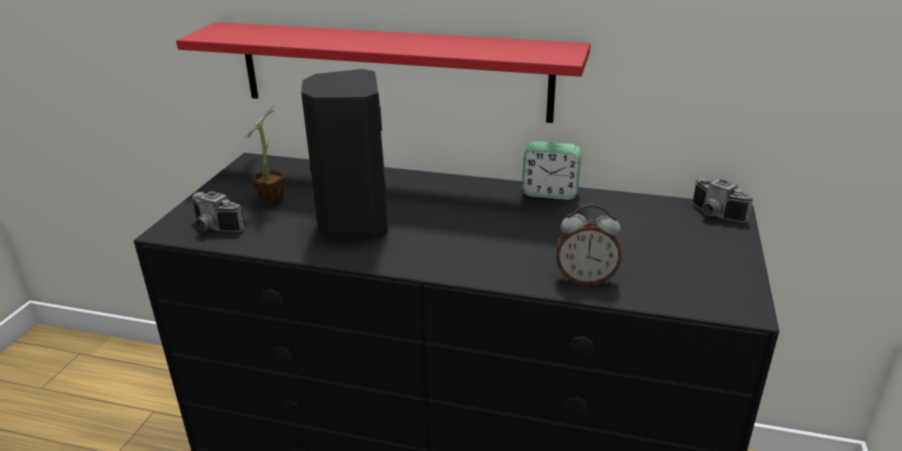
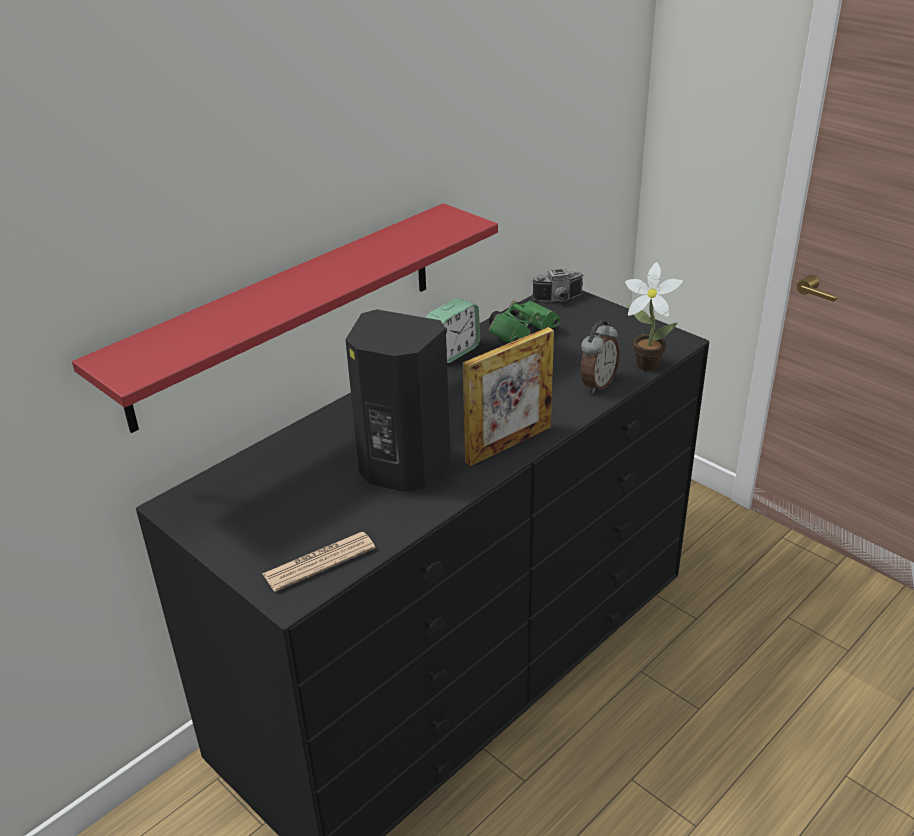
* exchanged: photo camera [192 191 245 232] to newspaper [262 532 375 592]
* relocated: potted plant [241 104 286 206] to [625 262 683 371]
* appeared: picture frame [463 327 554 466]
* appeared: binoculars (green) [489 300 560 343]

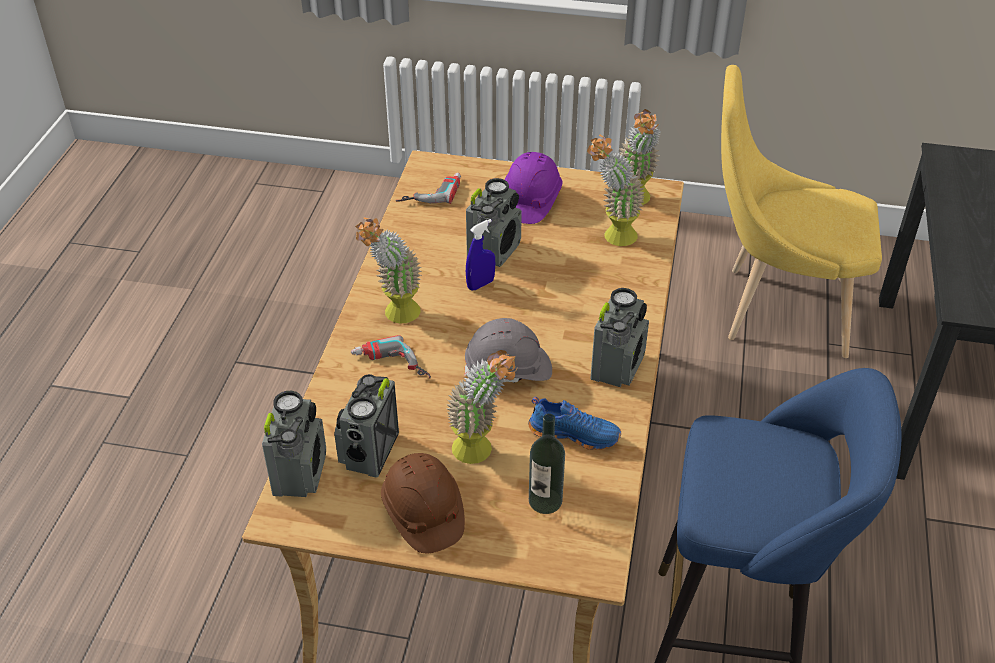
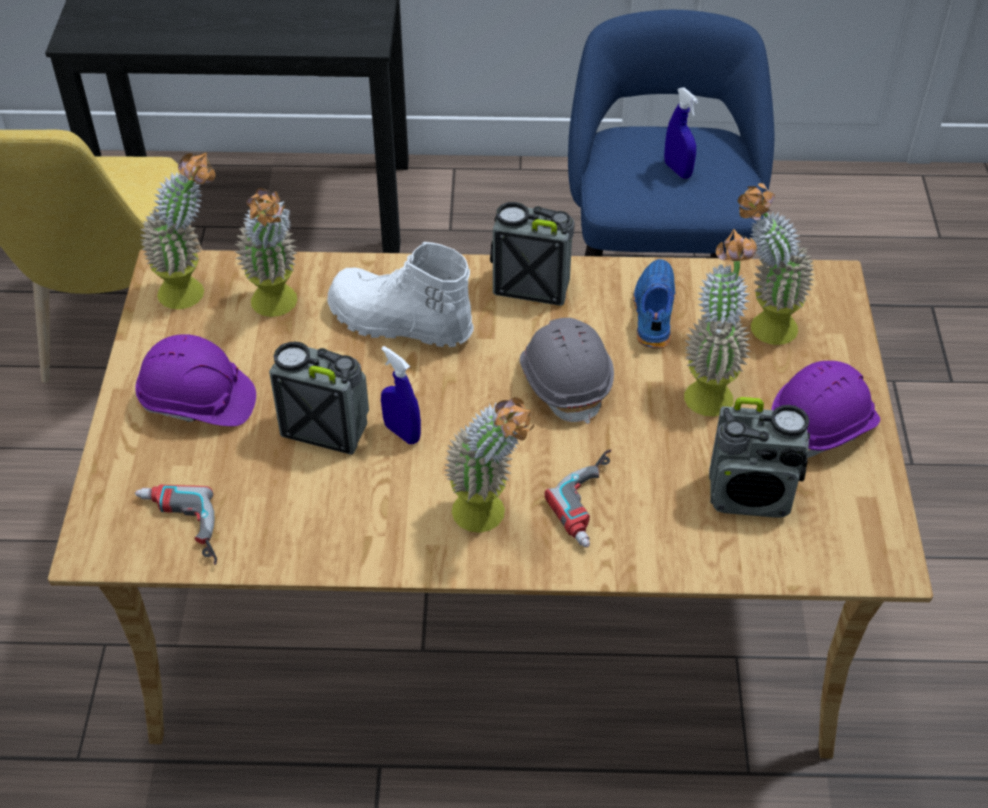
* missing: radio [262 391 326 497]
* colour: hard hat (brown) [381 453 465 553] to hard hat (purple) [772 361 880 458]
* exchanged: bottle [529 413 565 514] to potted plant [738 183 815 345]
* appeared: boot (white) [327 242 474 347]
* appeared: spray bottle (blue) [664 87 699 179]

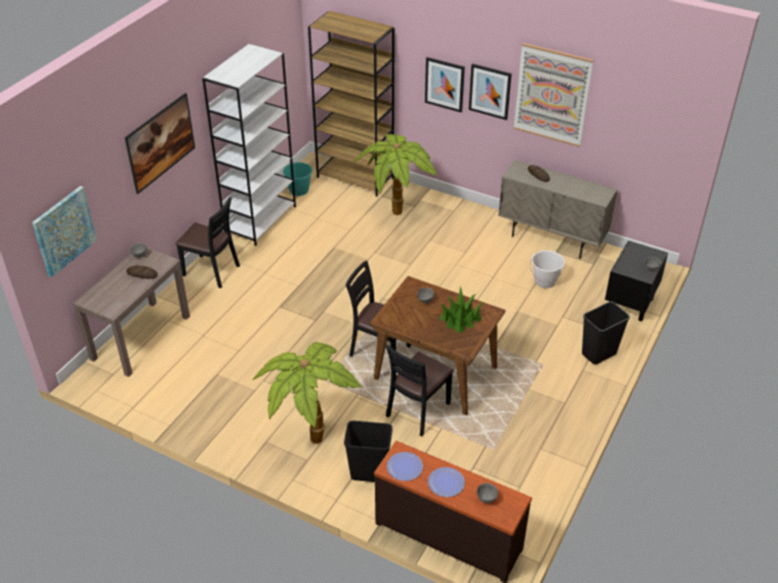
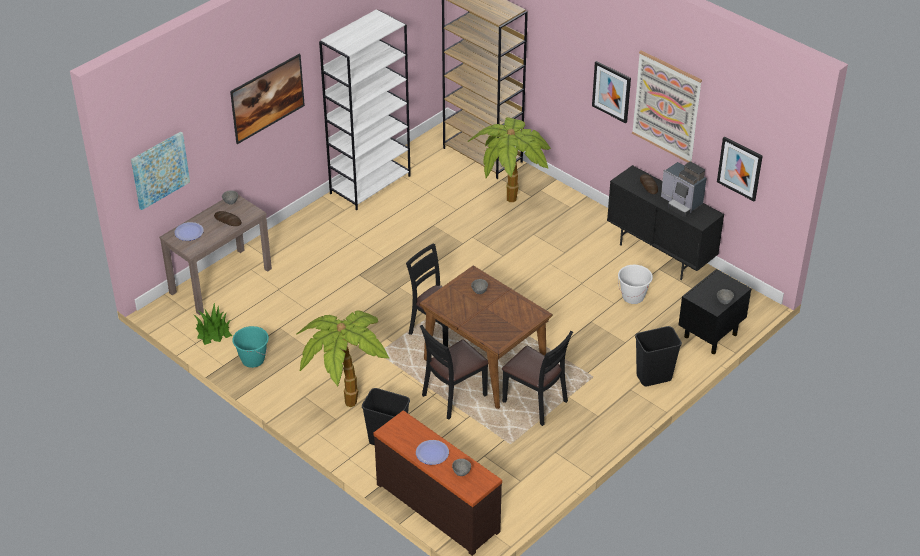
* relocated: chair (black) [175 197 240 289] to [502 331 573 426]
* relocated: bucket (turquoise) [283 162 313 196] to [232 326 269 368]
* relocated: plate [387 452 423 481] to [174 222 204 241]
* relocated: picture [425 57 465 112] to [717 137 762 201]
* relocated: potted plant [440 286 482 334] to [194 303 232 345]
* colour: cabinet (beige) [498 160 618 259] to cabinet (black) [607 165 724 280]
* appeared: coffee machine [661 161 706 217]

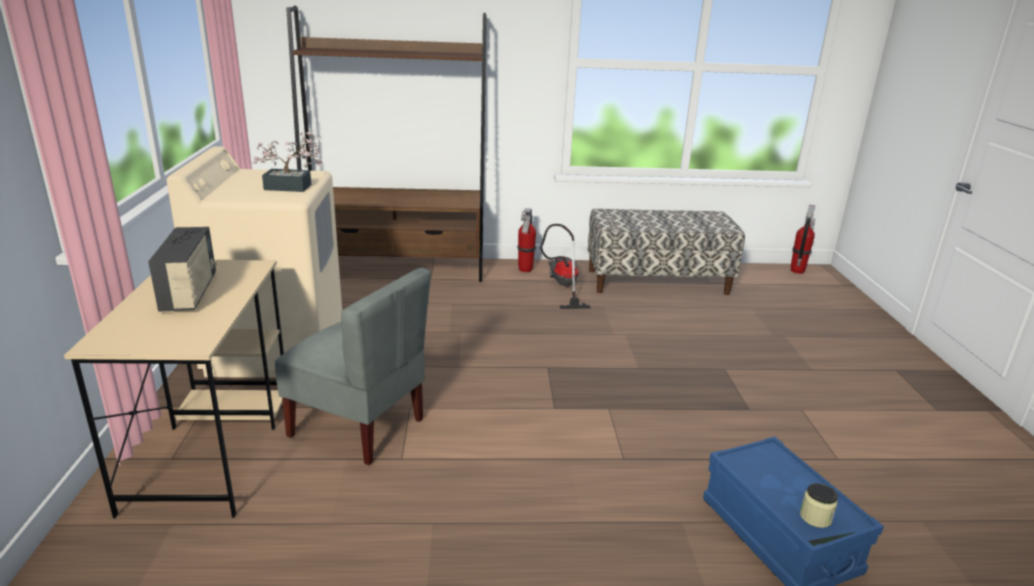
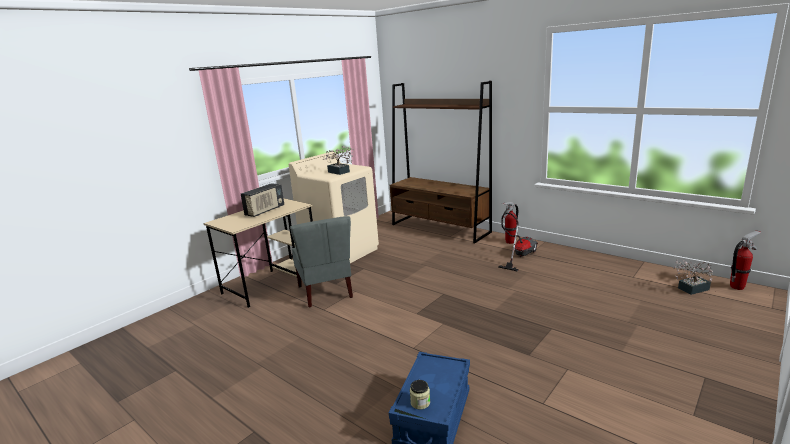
* missing: bench [588 209 745 295]
* appeared: potted plant [674 259 713 295]

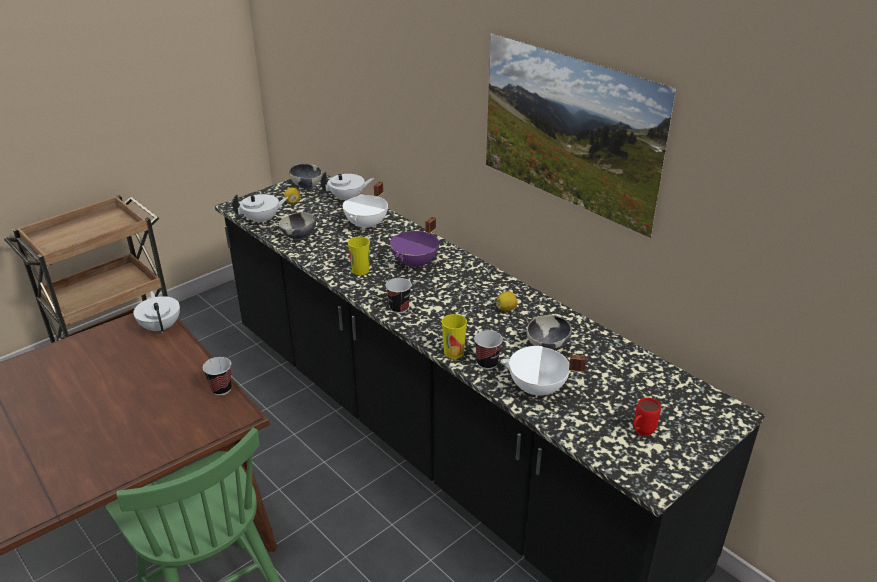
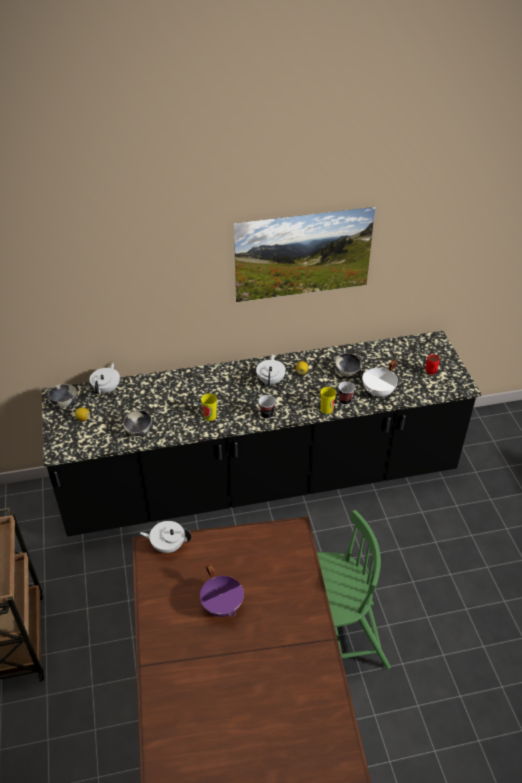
* missing: cup [203 357 232 396]
* relocated: teapot (white) [232 194 289 225] to [256 354 286 386]
* missing: cooking pot (white) [343 181 388 230]
* relocated: cooking pot (purple) [390 217 439 269] to [200 563 244 617]

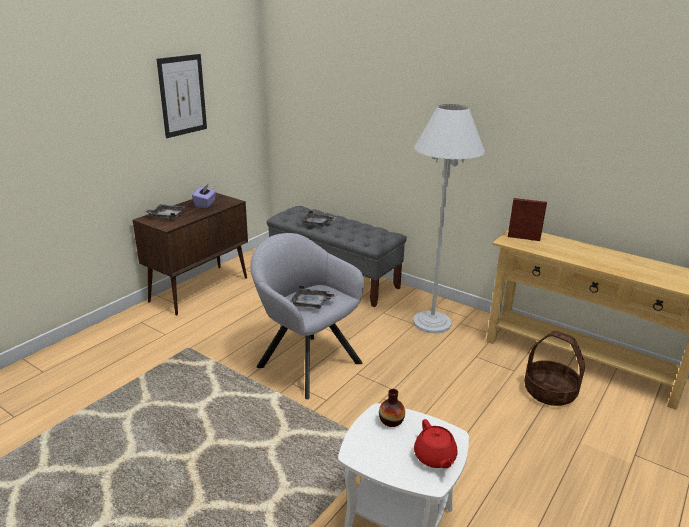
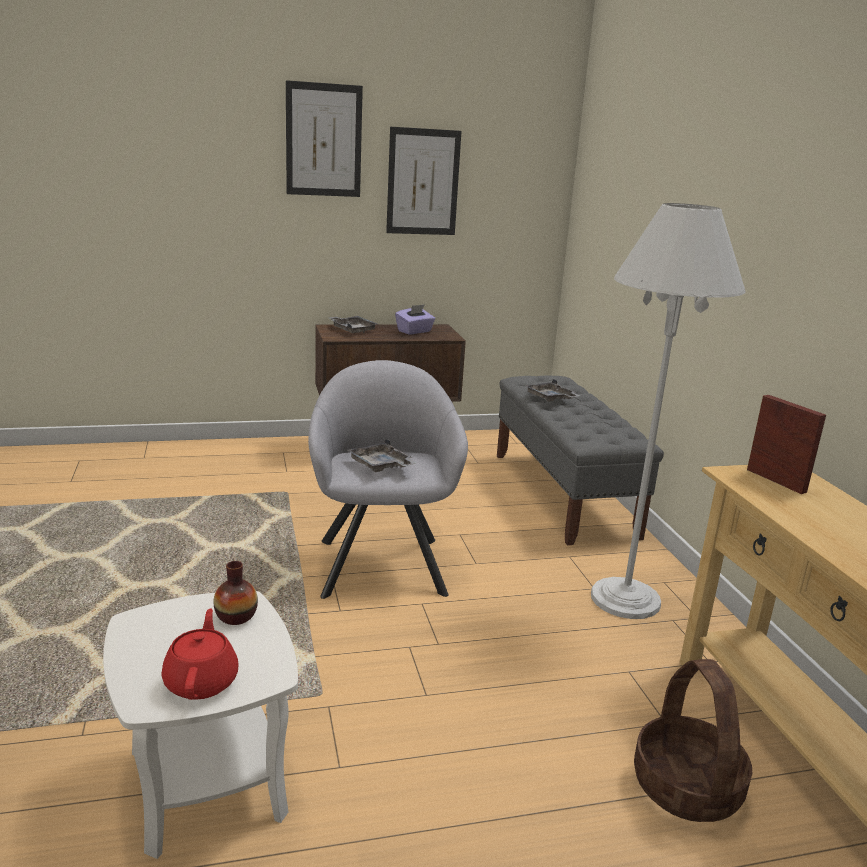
* spun: teapot (red) [414 419 458 468] = [162 608 238 700] 150 degrees clockwise
* appeared: picture [286 80 363 197]

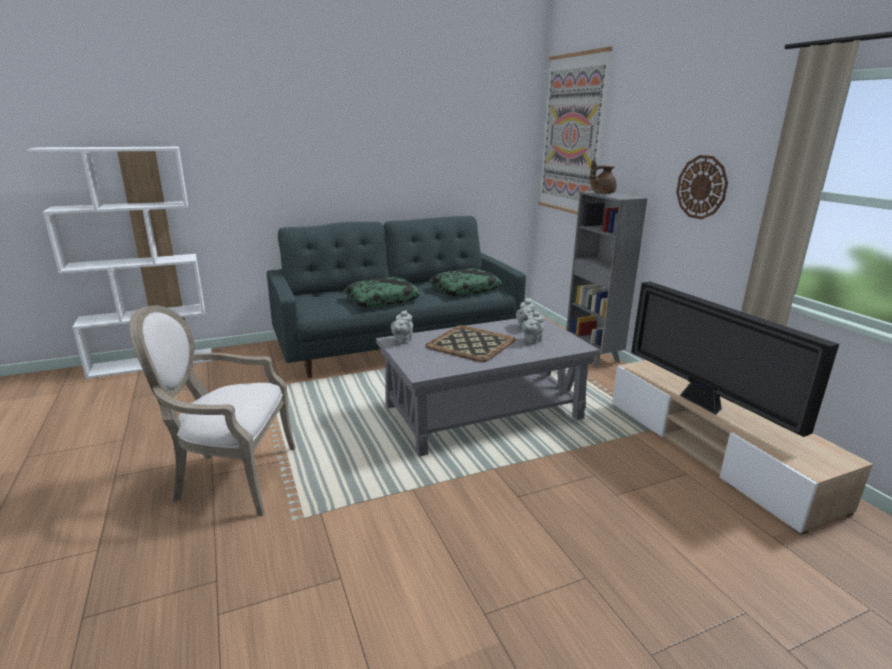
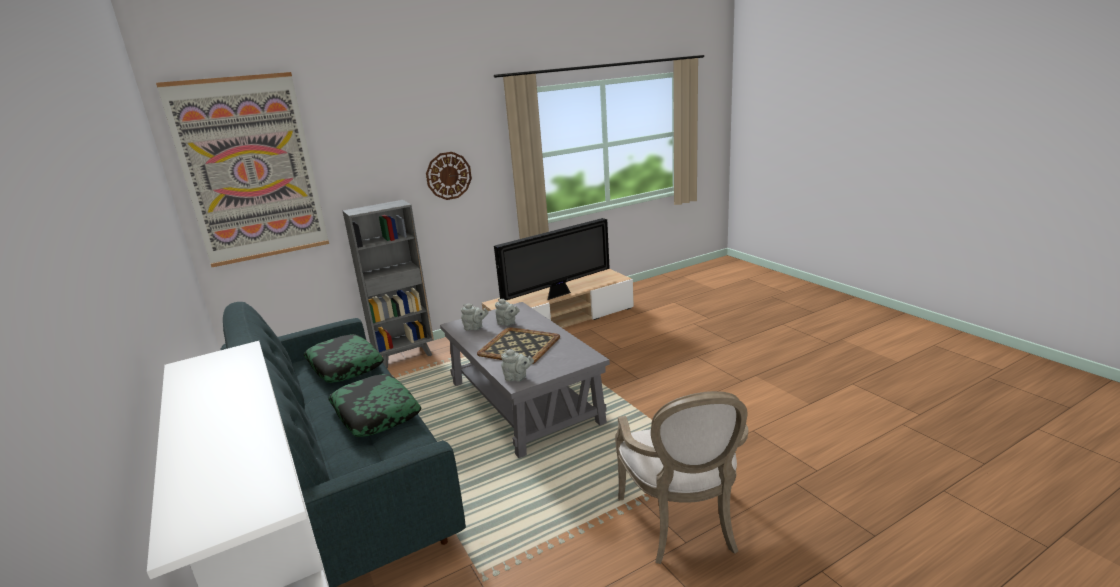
* missing: teapot (brown) [590 160 617 194]

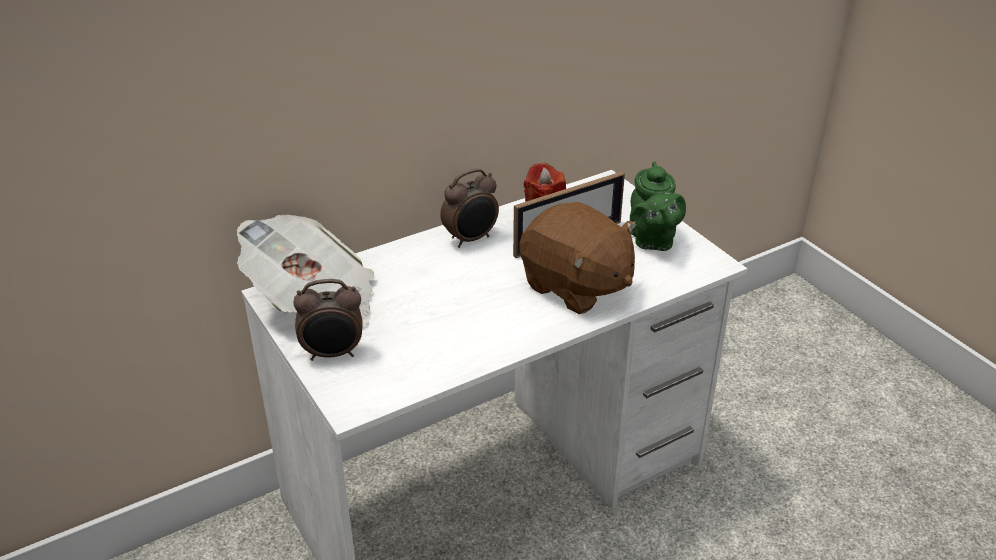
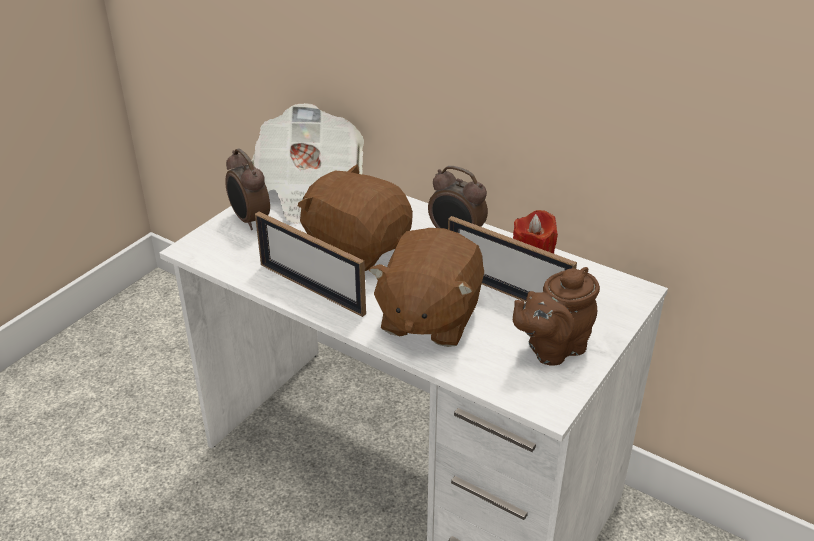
* colour: teapot (green) [630 162 686 251] to teapot (brown) [513 267 600 365]
* appeared: picture frame [255 211 366 317]
* appeared: plush toy (brown) [298 164 413 271]

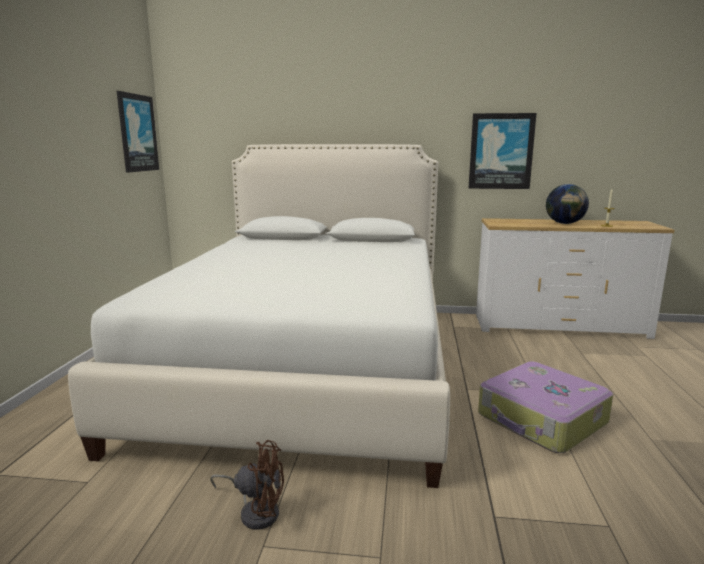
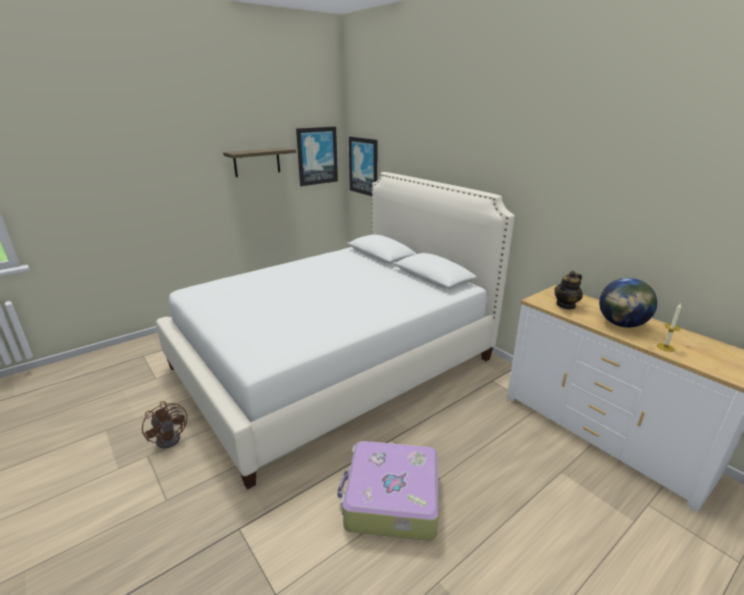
* relocated: picture [469 113 537 189] to [349 137 377 196]
* appeared: shelf [223 147 296 177]
* appeared: teapot [554 271 583 310]

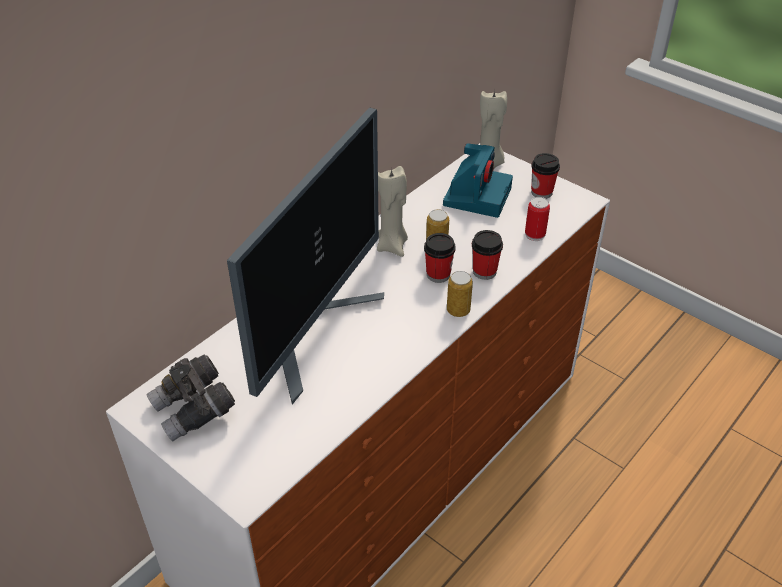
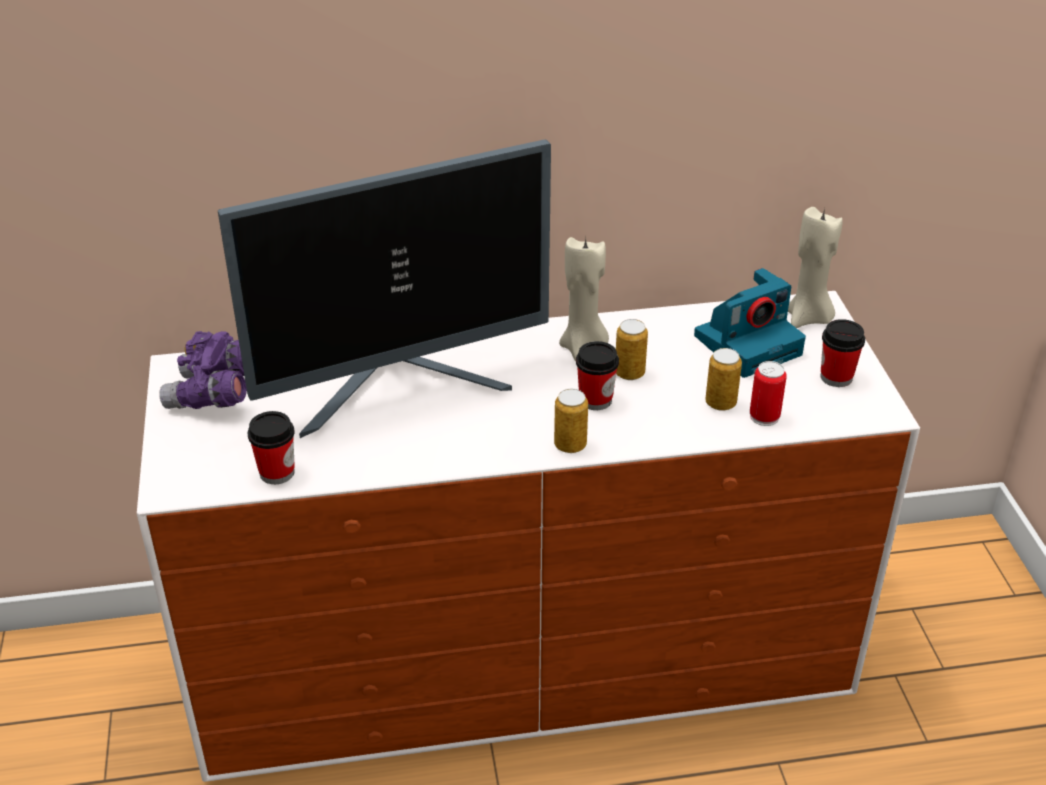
* colour: binoculars (grey) [147 354 235 441] to binoculars (purple) [159 331 247 409]
* relocated: cup [472 230 503 280] to [248 411 295 484]
* appeared: can [705 348 742 411]

